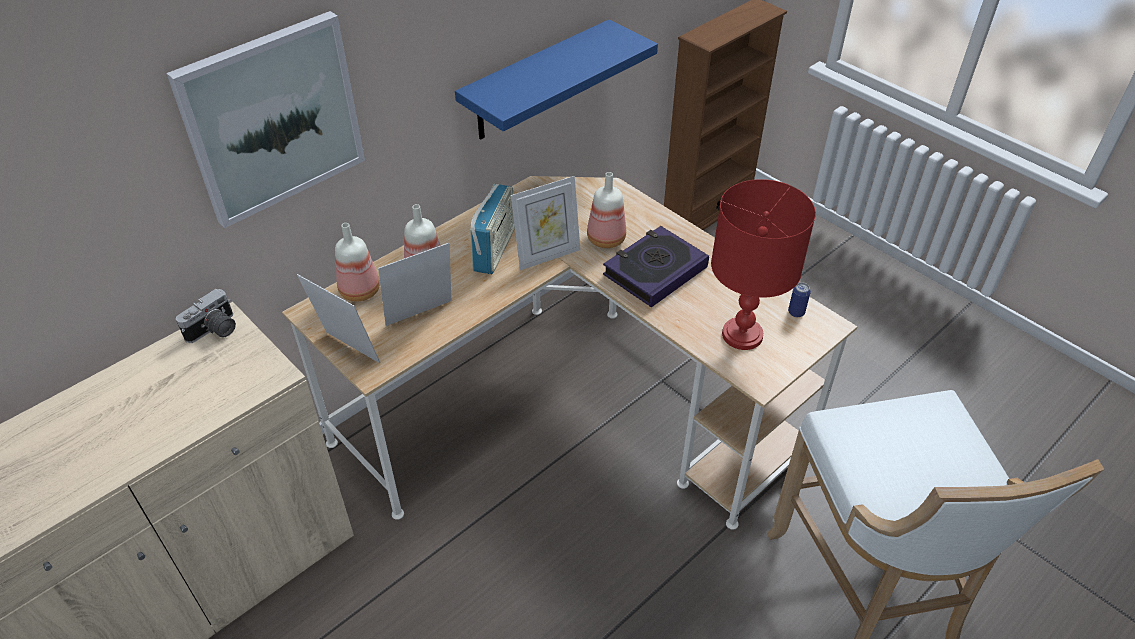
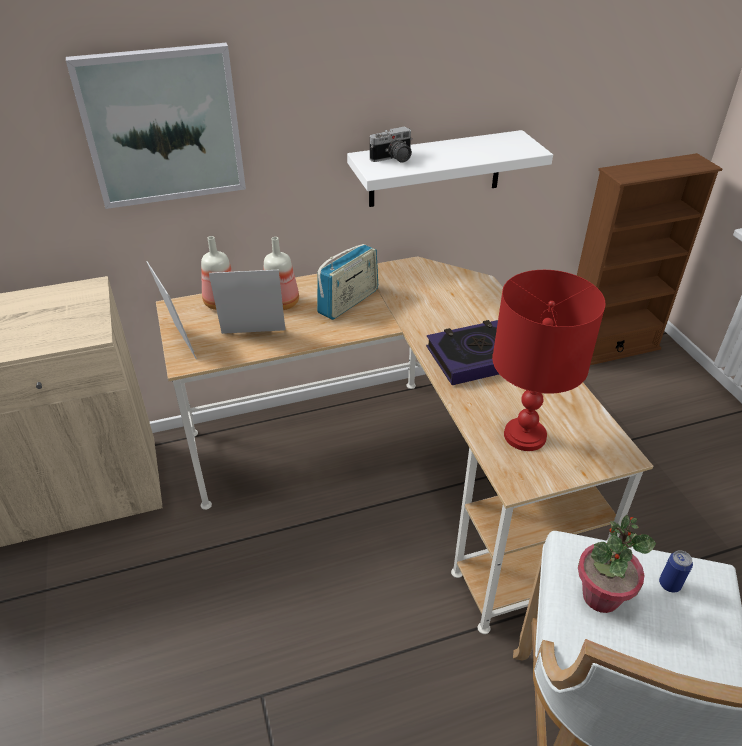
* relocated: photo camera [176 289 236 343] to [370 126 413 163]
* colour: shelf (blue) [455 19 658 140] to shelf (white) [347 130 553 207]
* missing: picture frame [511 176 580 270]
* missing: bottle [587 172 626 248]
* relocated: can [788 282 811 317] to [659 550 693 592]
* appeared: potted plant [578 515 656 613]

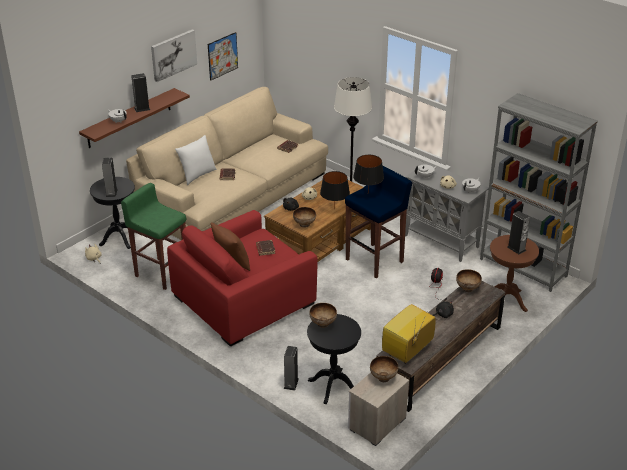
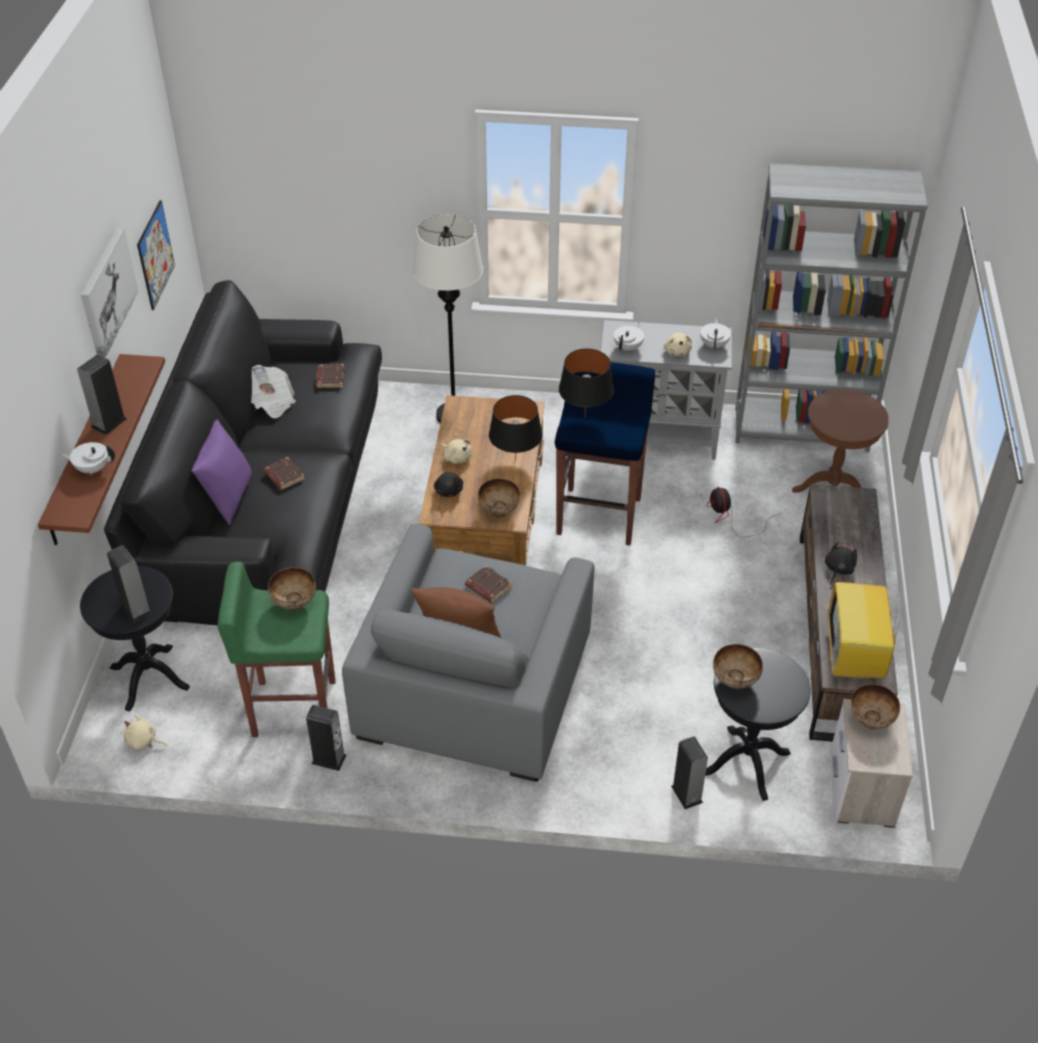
* colour: sofa (beige) [126 87 328 240] to sofa (black) [104 280 382 625]
* colour: armchair (red) [167 210 318 346] to armchair (grey) [342 524 595 782]
* colour: pillow (white) [175 135 217 185] to pillow (purple) [192 420 252 525]
* relocated: bowl [456 269 482 292] to [268 567 316 611]
* relocated: speaker [507 211 530 254] to [306 705 346 771]
* appeared: newspaper [251 365 296 419]

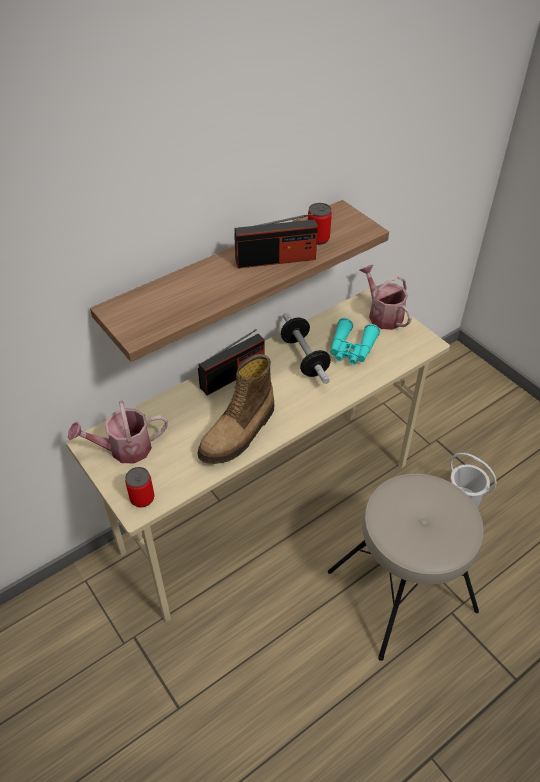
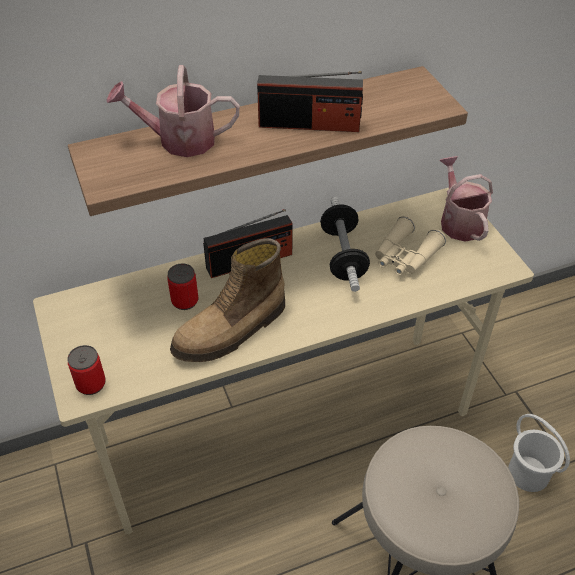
* relocated: watering can [68 401 168 463] to [106 65 239 157]
* relocated: can [308 203 332 245] to [167 263 198 310]
* colour: binoculars (turquoise) [330 318 380 365] to binoculars (beige) [375 216 447 275]

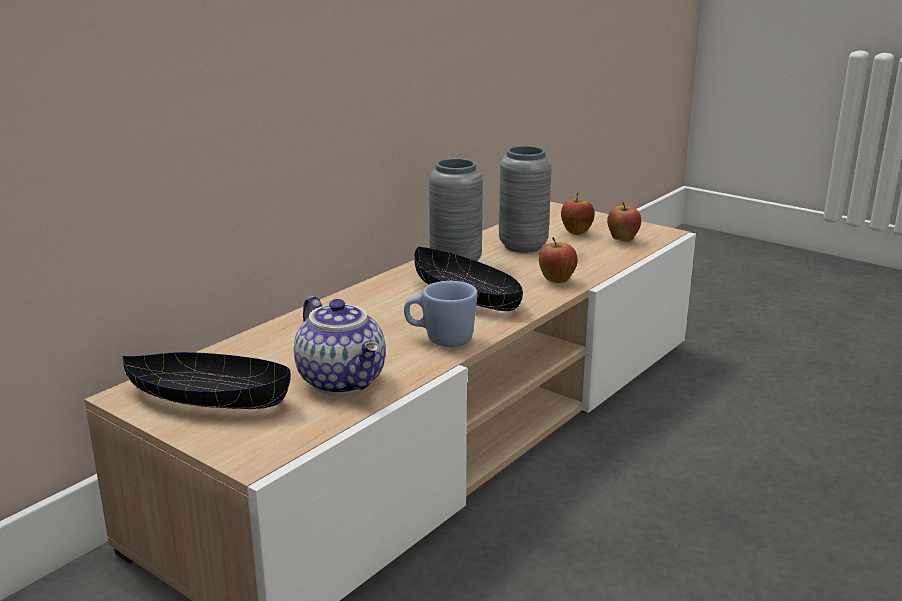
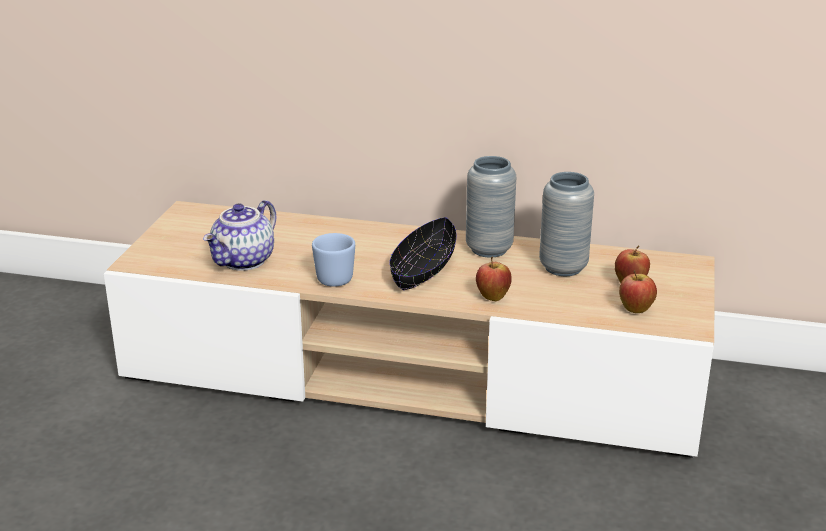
* missing: bowl (black) [122 352 291 409]

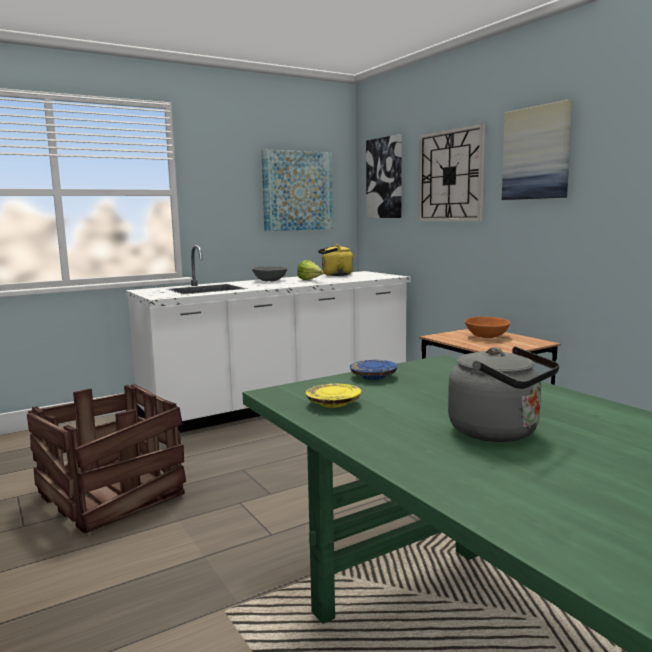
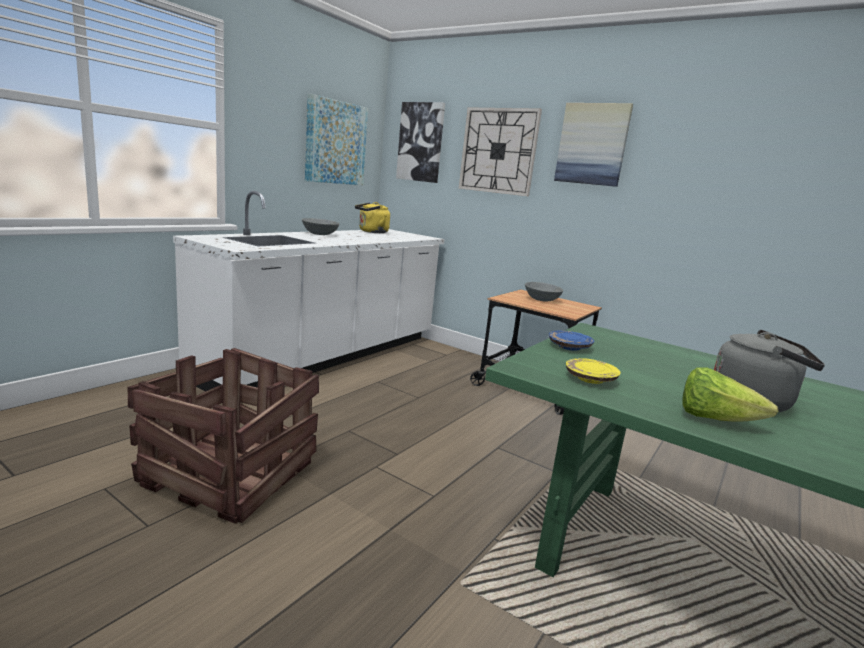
* relocated: lettuce [297 260 324 280] to [682 367 778 422]
* colour: bowl (orange) [465 317 510 338] to bowl (grey) [525 282 563 302]

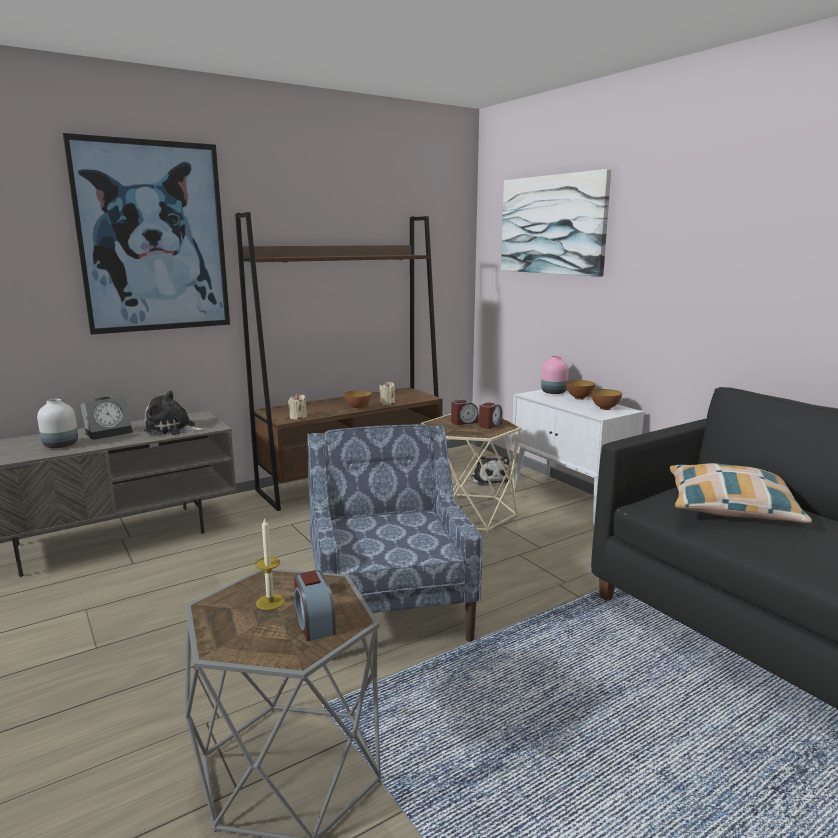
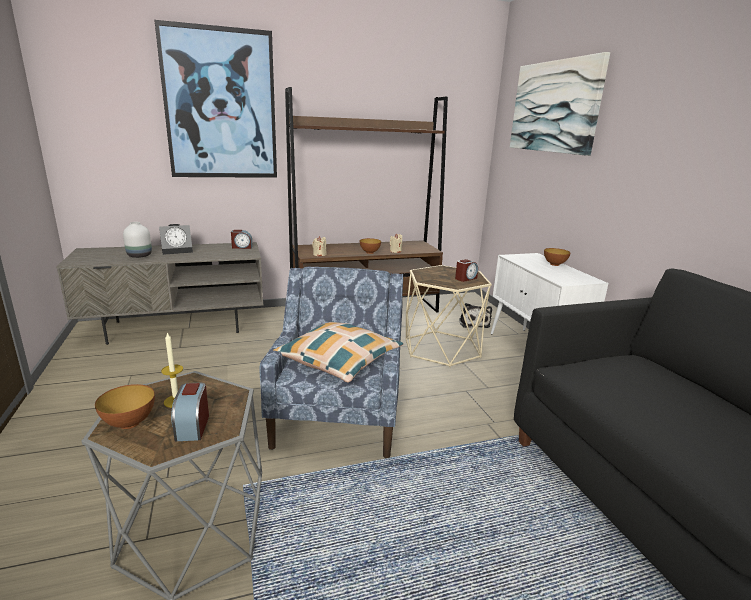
* missing: plush toy [143 391 205 435]
* relocated: alarm clock [451 400 479 425] to [231 230 253 249]
* missing: vase (pink) [541 356 569 394]
* relocated: bowl [591 389 622 410] to [95 384 155 429]
* relocated: pillow [670 463 812 523] to [274 322 403 383]

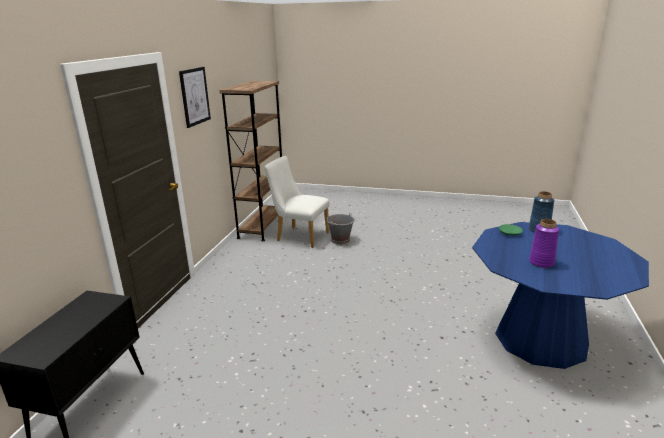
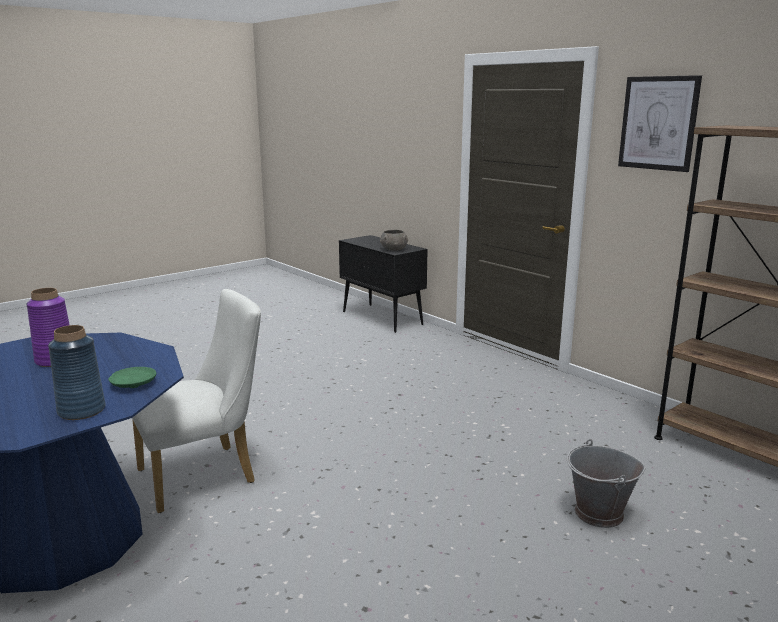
* relocated: chair (white) [264 156 329 248] to [132 289 261 513]
* appeared: bowl (grey) [380 230 408 251]

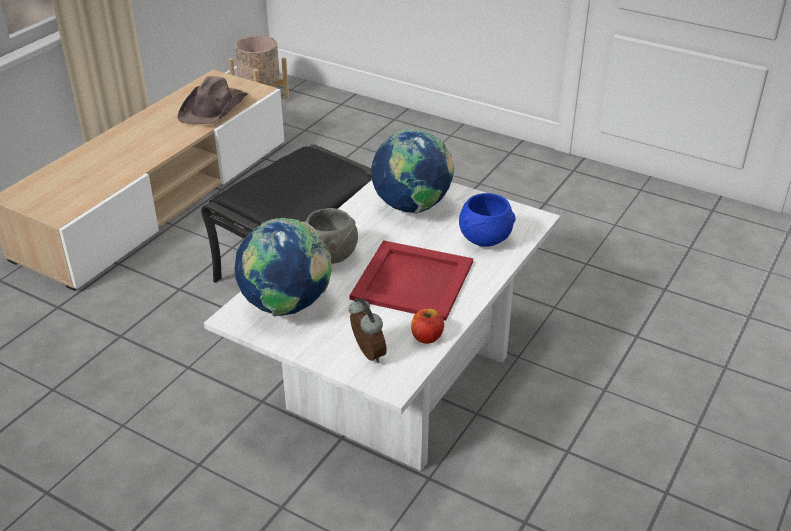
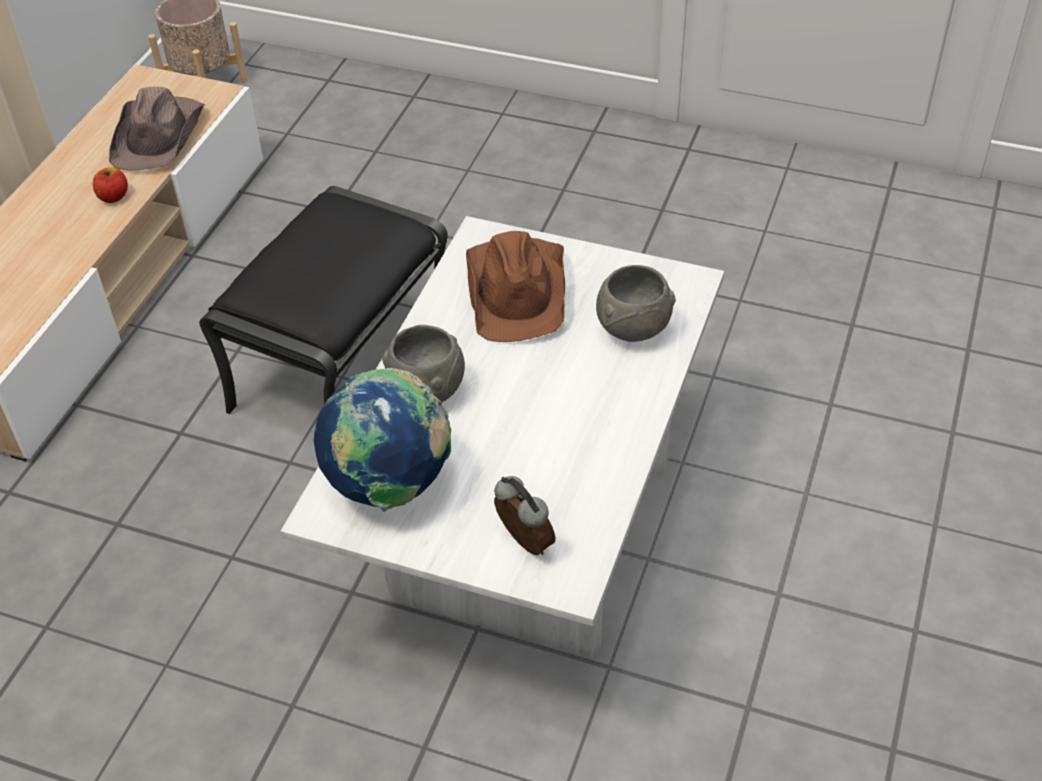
* missing: tray (red) [349 240 473 321]
* exchanged: globe [371 129 454 214] to hat (brown) [466 231 565 342]
* relocated: apple [411 309 444 344] to [93 167 128 203]
* colour: bowl (blue) [459 193 516 246] to bowl (grey) [596 265 676 342]

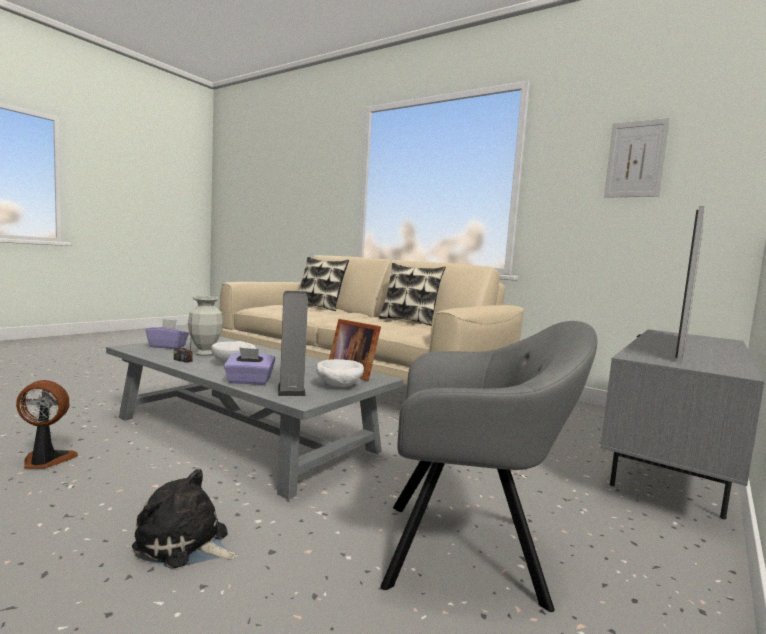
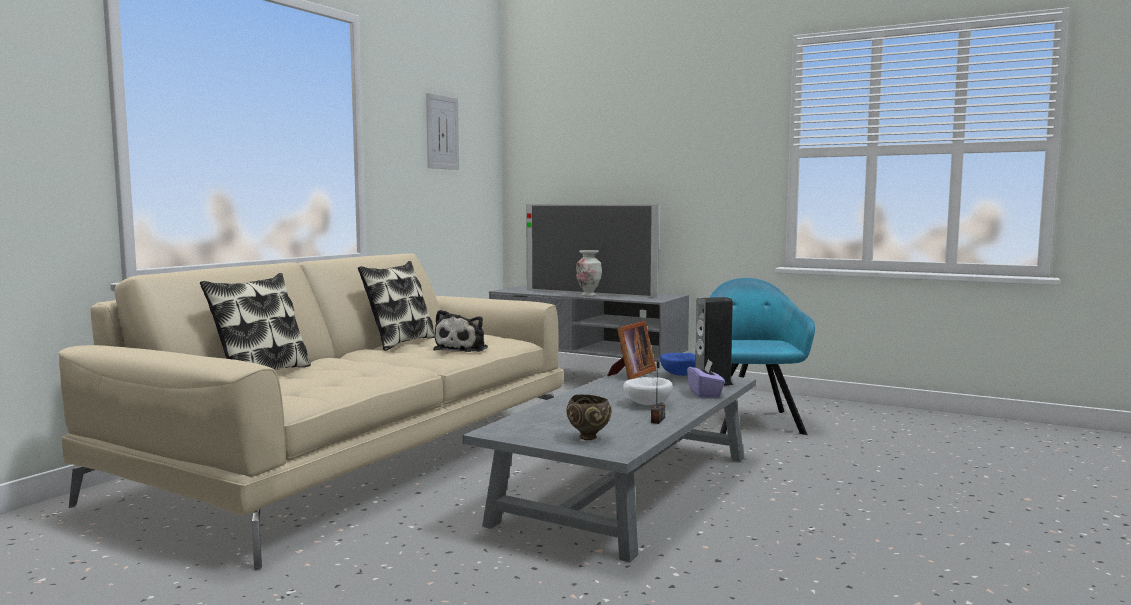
* missing: fan [16 380 78 469]
* relocated: plush toy [132 469 238 569] to [433 310 488 352]
* exchanged: tissue box (purple) [145 319 189 349] to bowl (brown) [566 395 612 440]
* relocated: vase [188 296 223 356] to [576 250 602 297]
* colour: bowl (white) [316 359 364 387] to bowl (blue) [660 353 695 376]
* colour: armchair (grey) [380 321 597 612] to armchair (turquoise) [709 278 815 435]

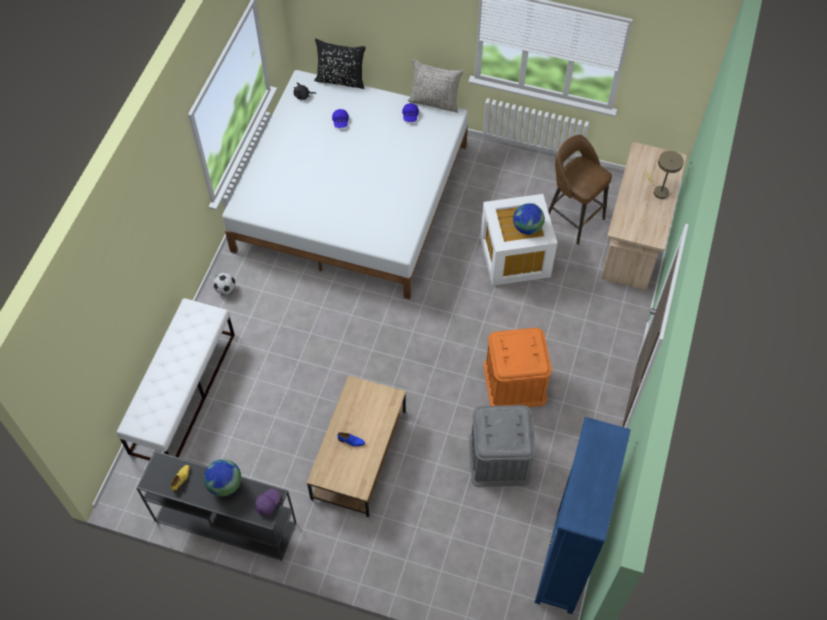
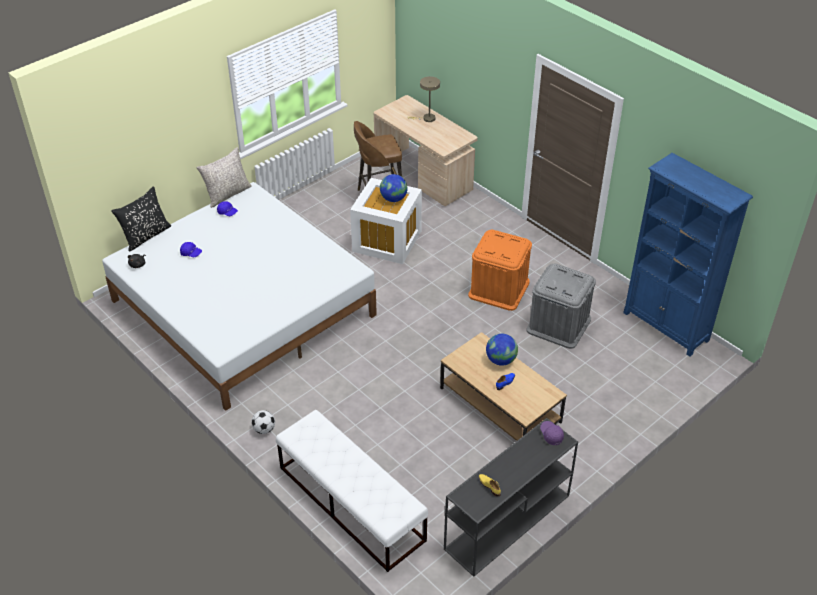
* relocated: globe [204 459 241 497] to [486 334 518 366]

